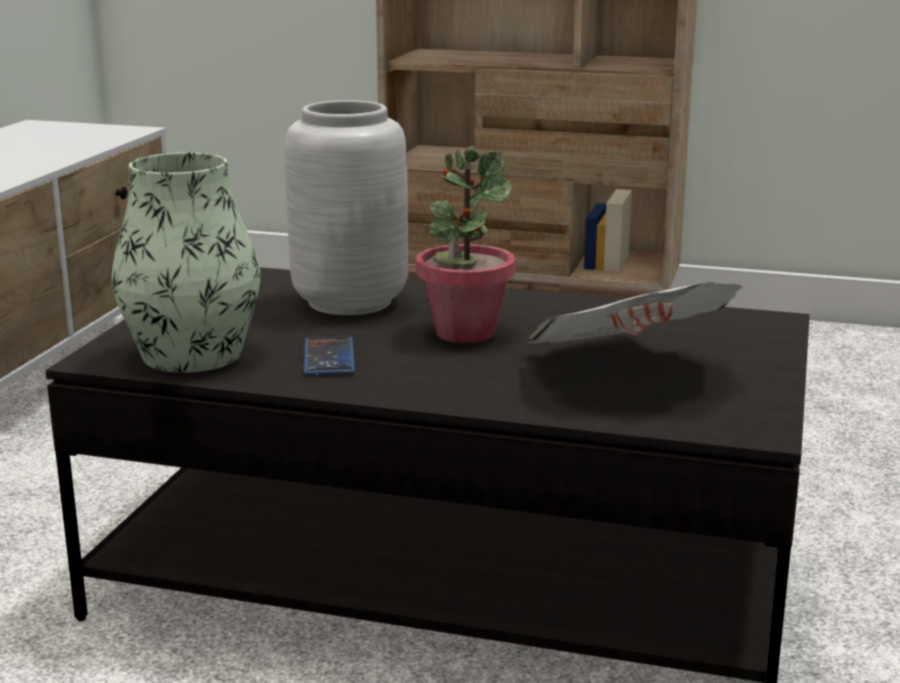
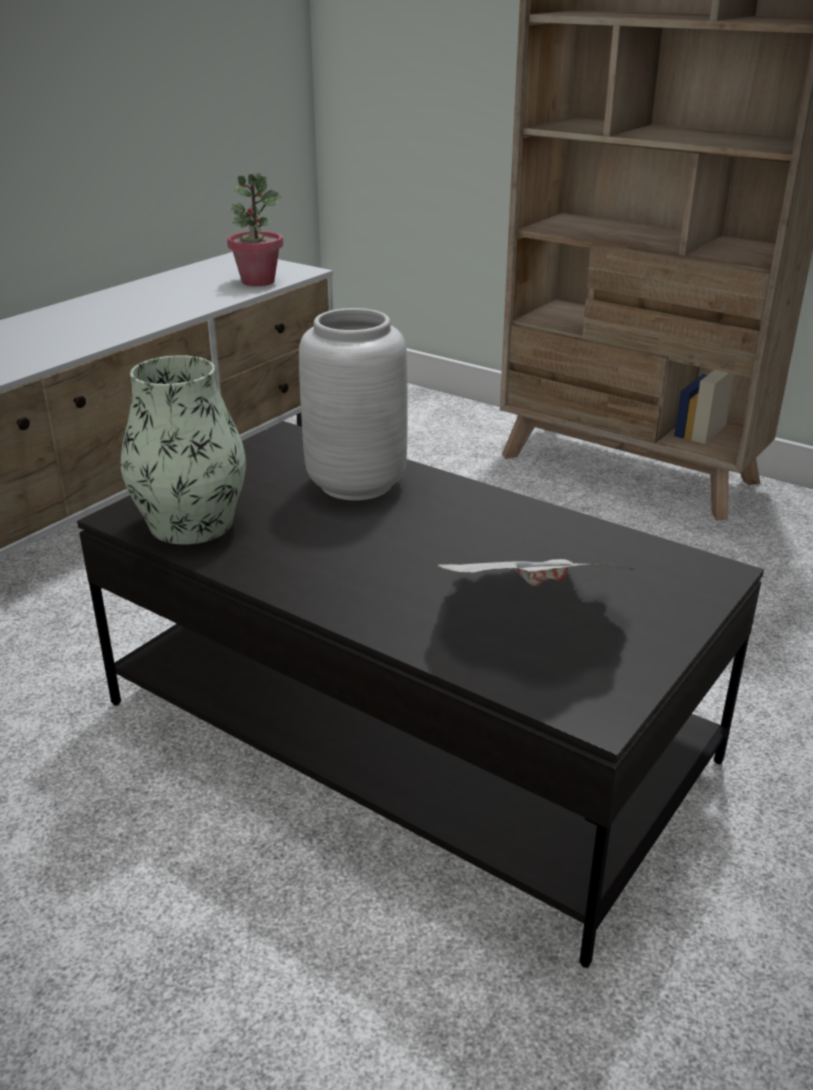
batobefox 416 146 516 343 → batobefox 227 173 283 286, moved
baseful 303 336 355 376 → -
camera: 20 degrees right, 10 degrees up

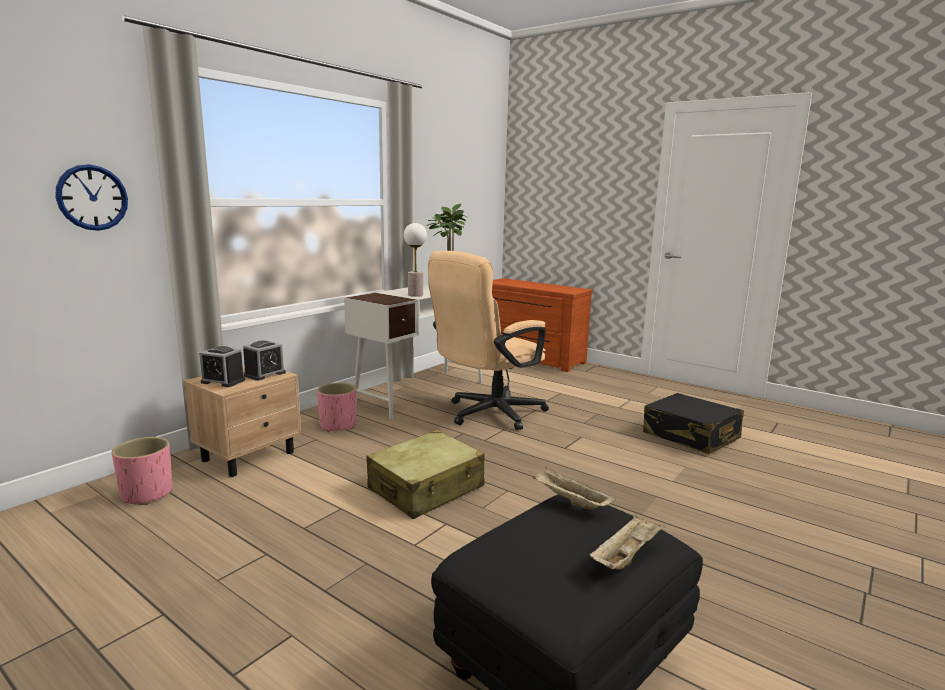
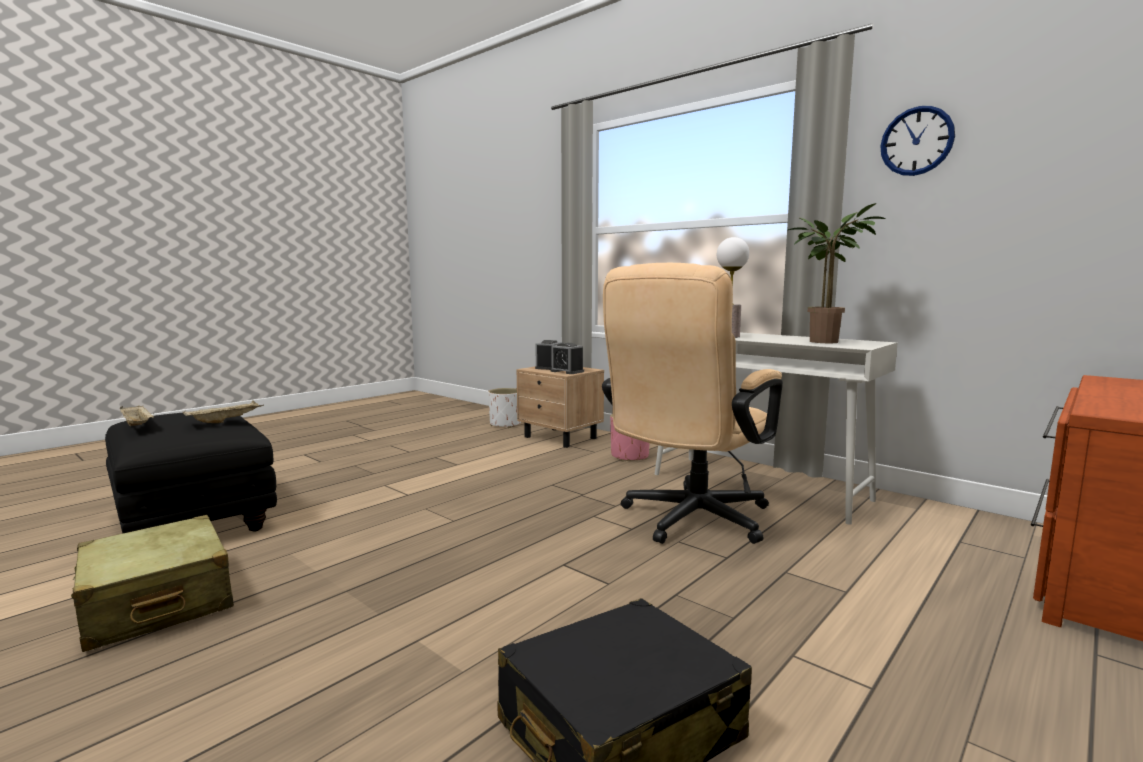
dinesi 56 164 128 231 → dinesi 880 106 955 176, moved
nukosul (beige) 428 251 549 430 → nukosul (beige) 602 263 783 544, 105 degrees counterclockwise
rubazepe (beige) 367 430 485 519 → rubazepe (beige) 71 515 234 652, moved
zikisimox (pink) 112 437 173 505 → zikisimox (white) 488 388 521 428
camera: 95 degrees right, 5 degrees down

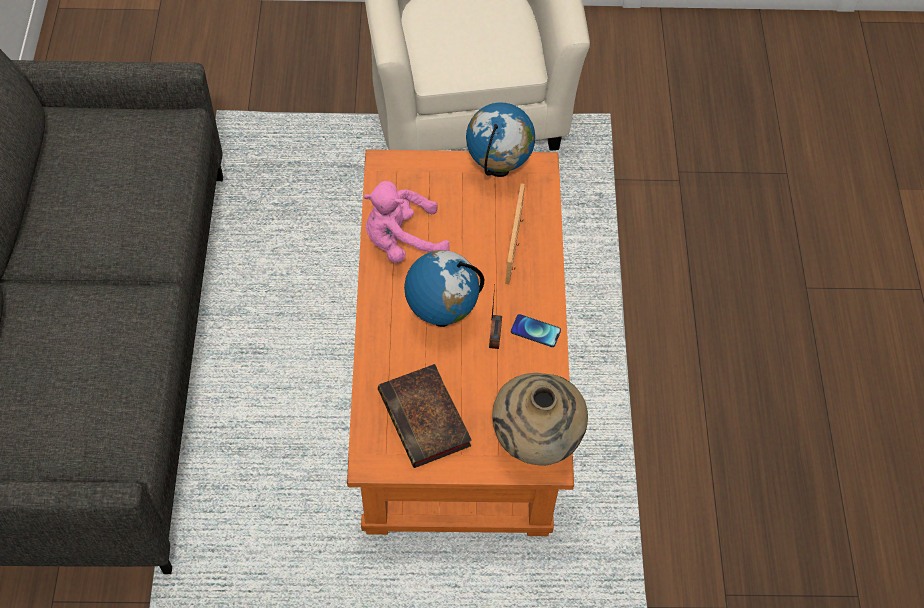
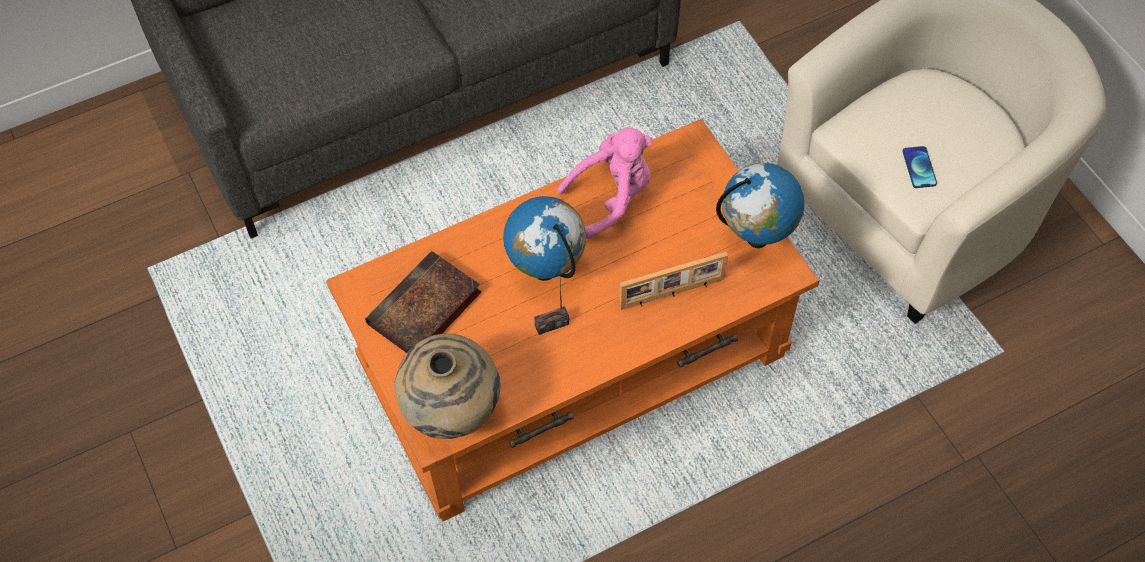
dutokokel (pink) 364 181 450 263 → dutokokel (pink) 557 128 653 239, 105 degrees clockwise
baseful 511 314 561 347 → baseful 902 146 937 188, moved
camera: 65 degrees right, 0 degrees up

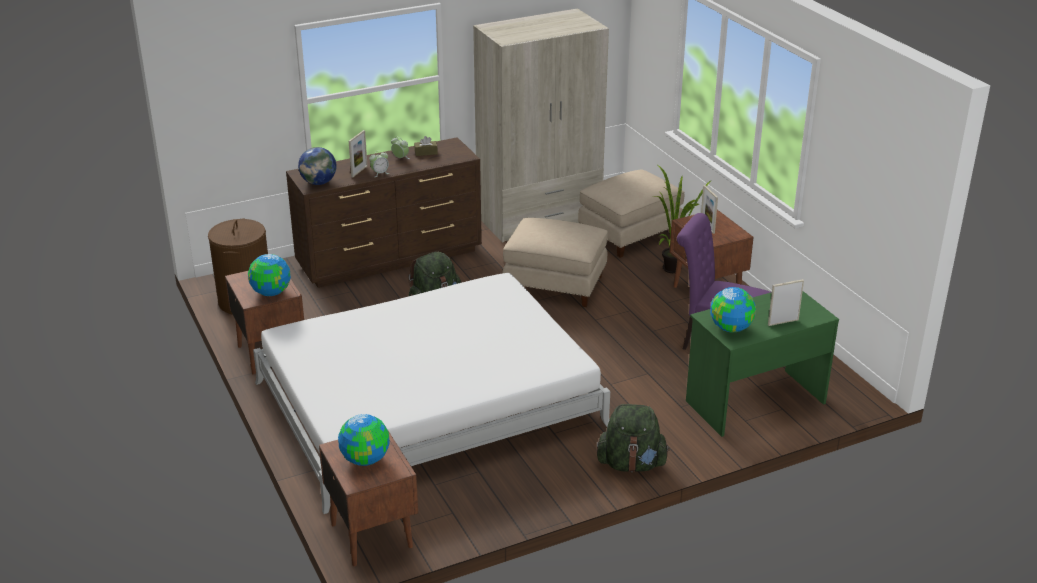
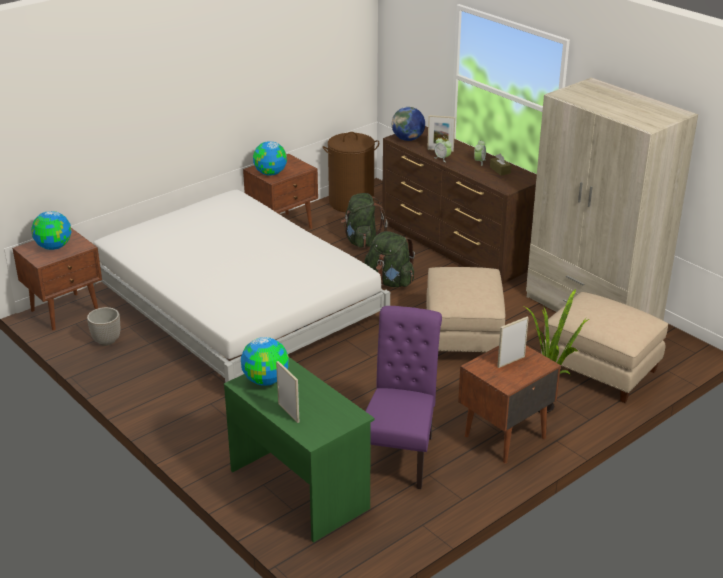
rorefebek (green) 597 404 670 472 → rorefebek (green) 341 193 388 248, moved
- → zikisimox 87 307 120 346
camera: 75 degrees right, 0 degrees up

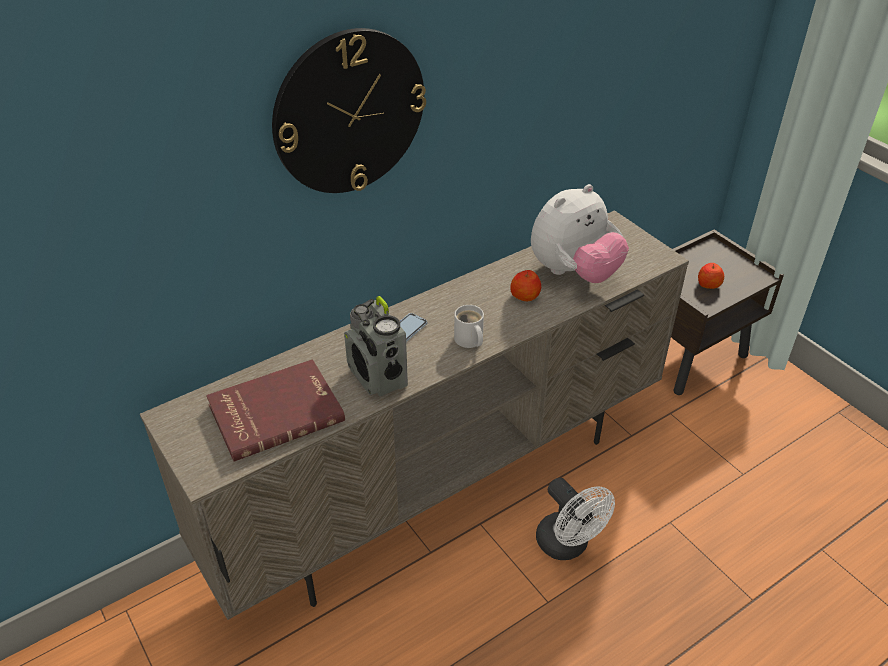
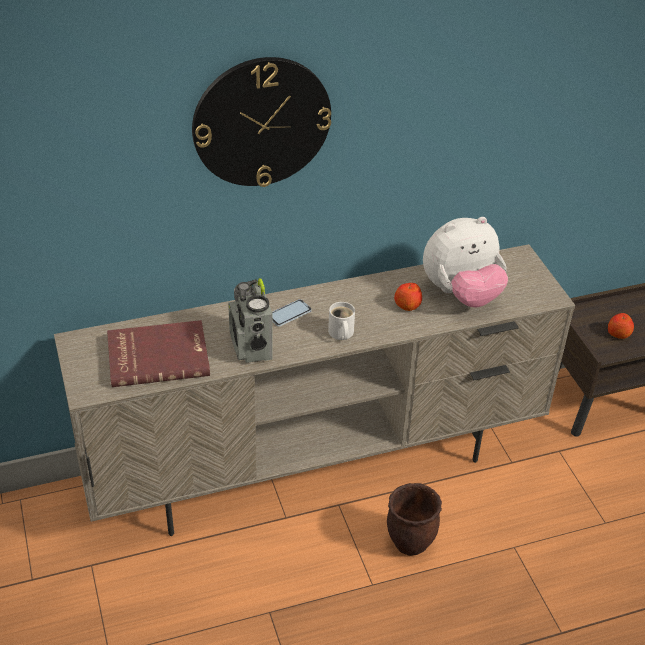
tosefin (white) 536 478 615 560 → zikisimox (brown) 387 483 442 556
camera: 15 degrees right, 0 degrees up

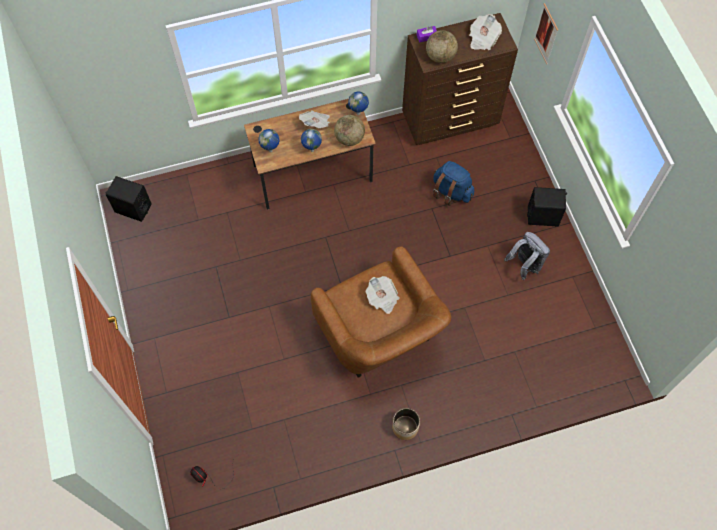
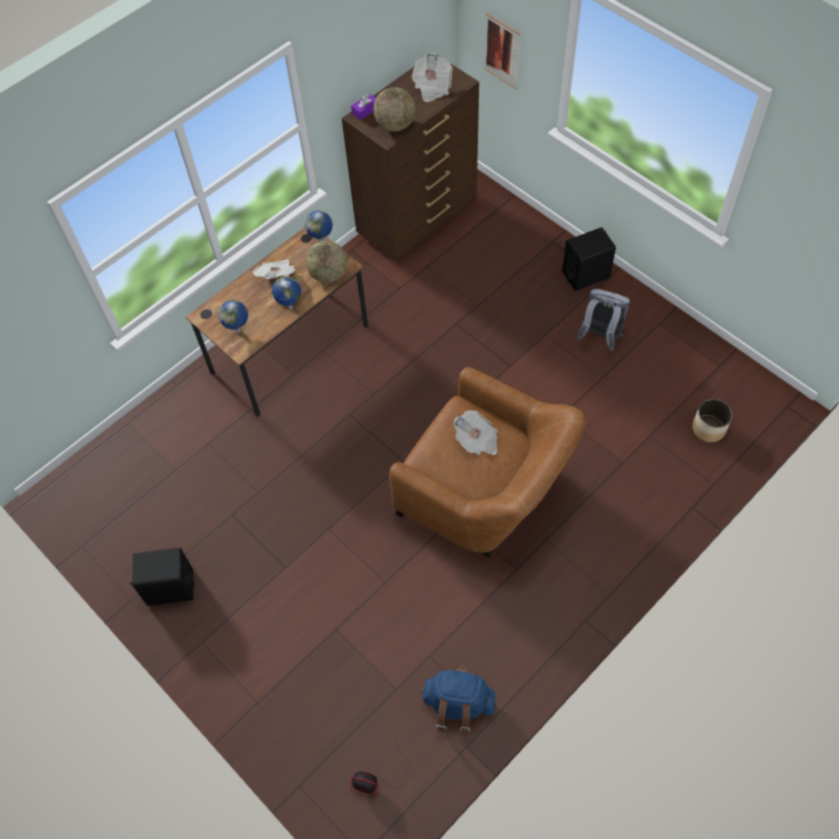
rorefebek (blue) 433 161 474 206 → rorefebek (blue) 420 665 496 736, moved
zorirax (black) 105 176 152 222 → zorirax (black) 130 547 194 606, moved
zikisimox 392 408 420 440 → zikisimox 692 399 733 442, moved
camera: 25 degrees left, 5 degrees down

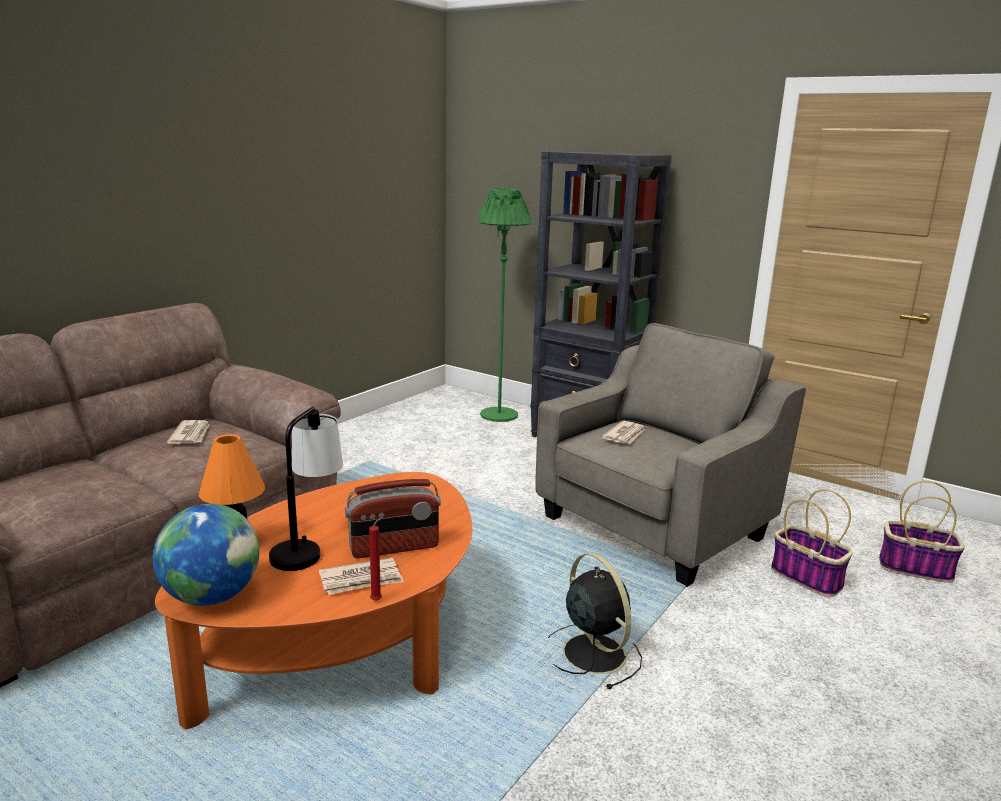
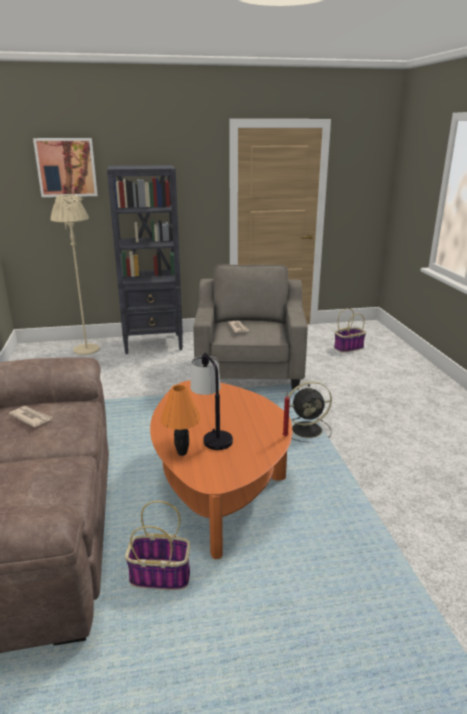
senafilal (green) 478 188 531 422 → senafilal (beige) 50 194 100 355
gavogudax 345 479 441 558 → -
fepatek 771 489 853 597 → fepatek 125 501 190 590, moved
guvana 153 504 260 606 → -
tosefin (black) 548 553 642 689 → tosefin (black) 288 381 332 442, 150 degrees clockwise
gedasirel 319 558 404 595 → -
- → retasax 33 138 98 197
camera: 45 degrees left, 5 degrees up

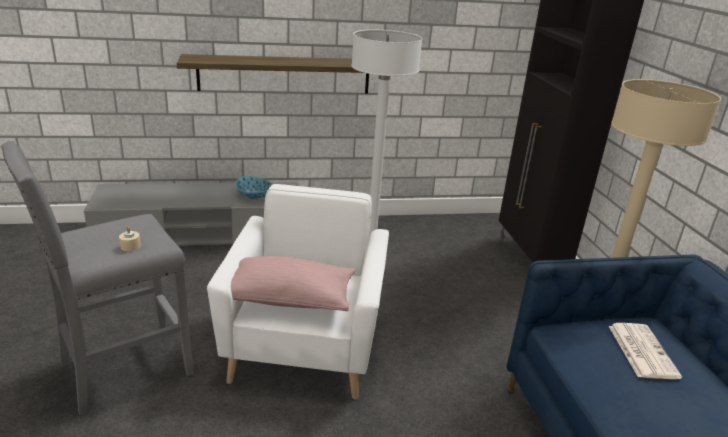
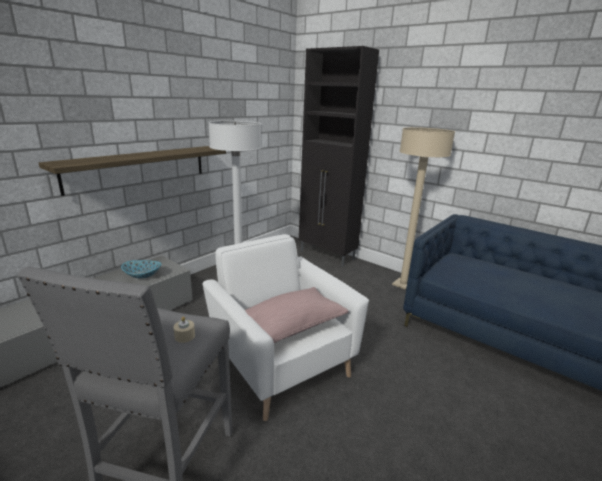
gedasirel 609 323 682 379 → -
camera: 40 degrees left, 5 degrees down

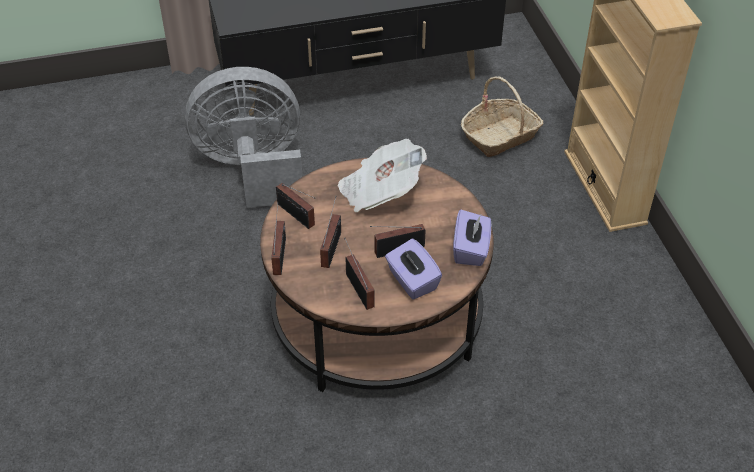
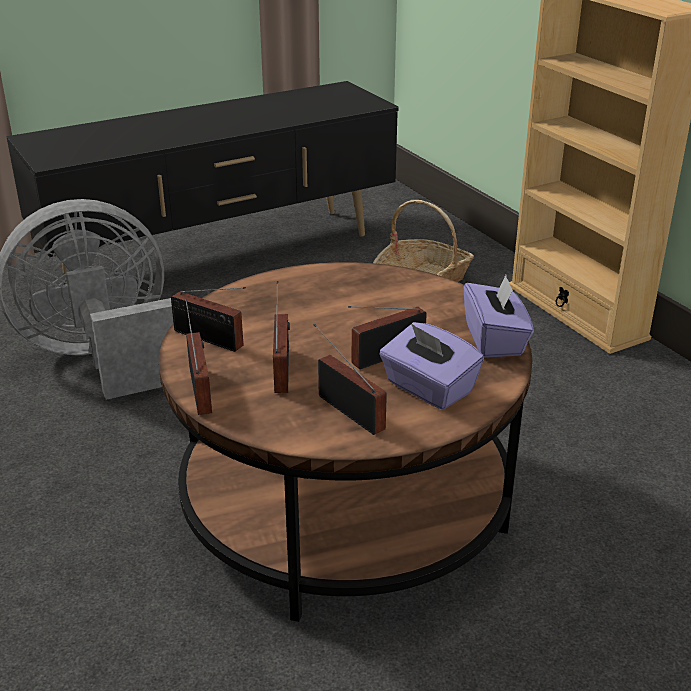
gedasirel 338 139 427 212 → -
camera: 15 degrees left, 15 degrees down

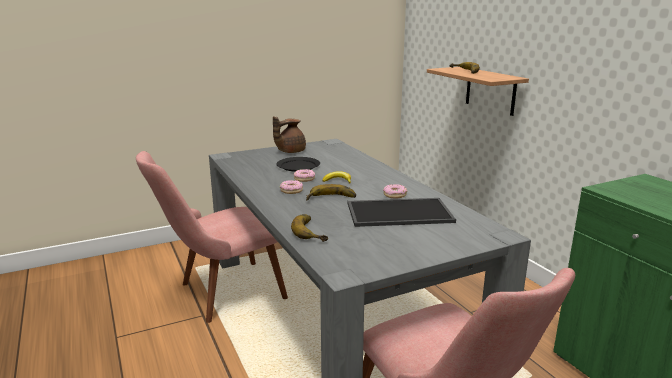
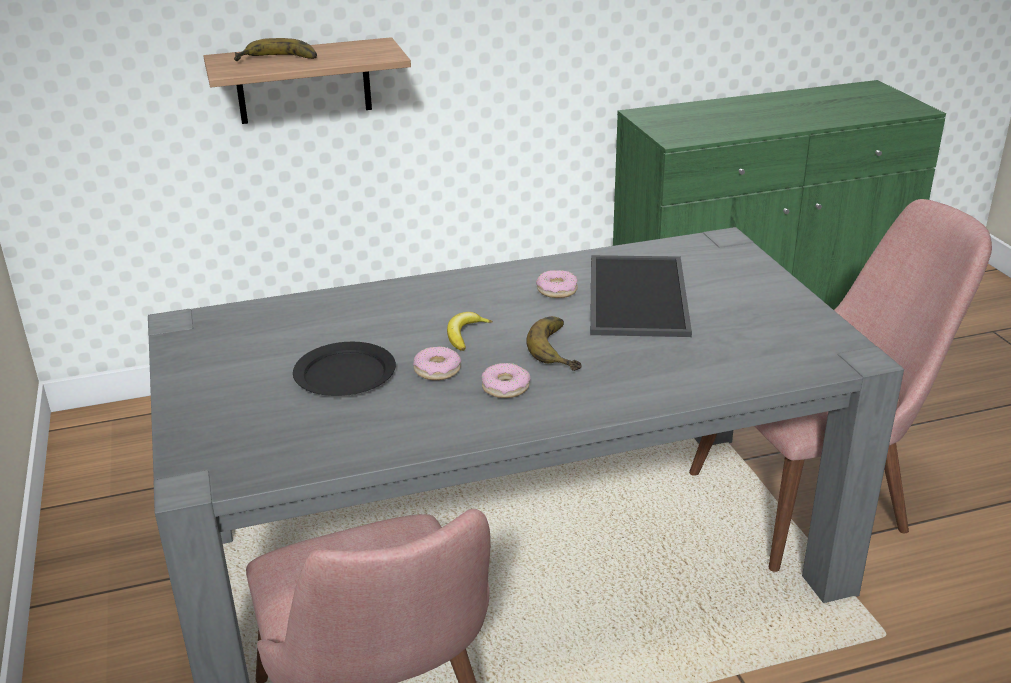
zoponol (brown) 273 116 306 153 → -
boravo 291 214 328 242 → -
camera: 80 degrees left, 10 degrees up

